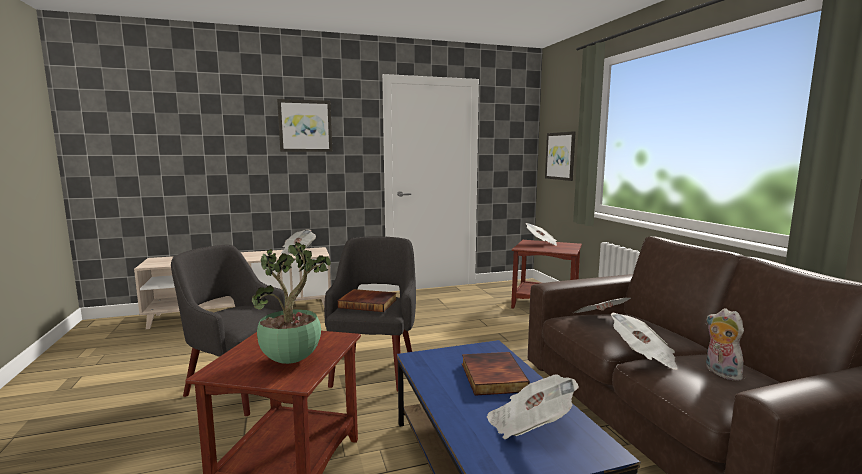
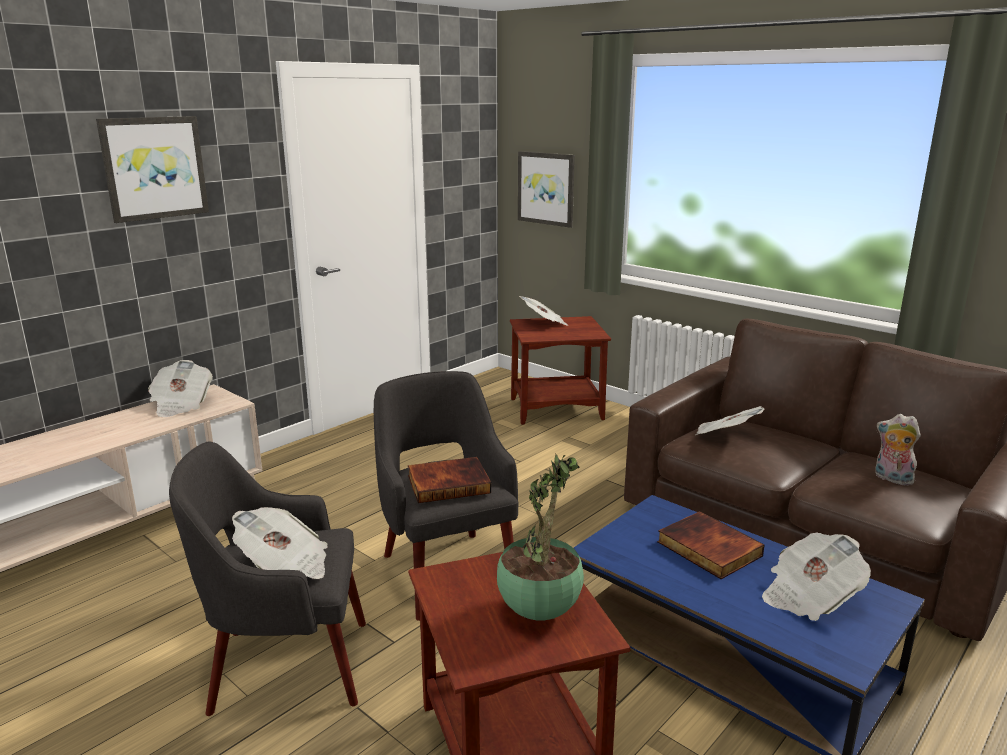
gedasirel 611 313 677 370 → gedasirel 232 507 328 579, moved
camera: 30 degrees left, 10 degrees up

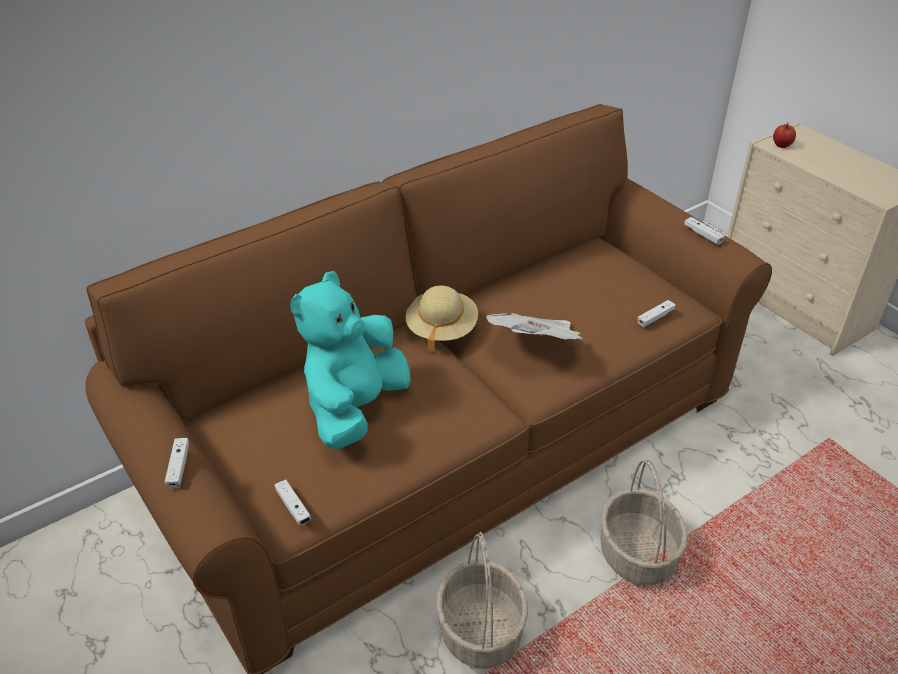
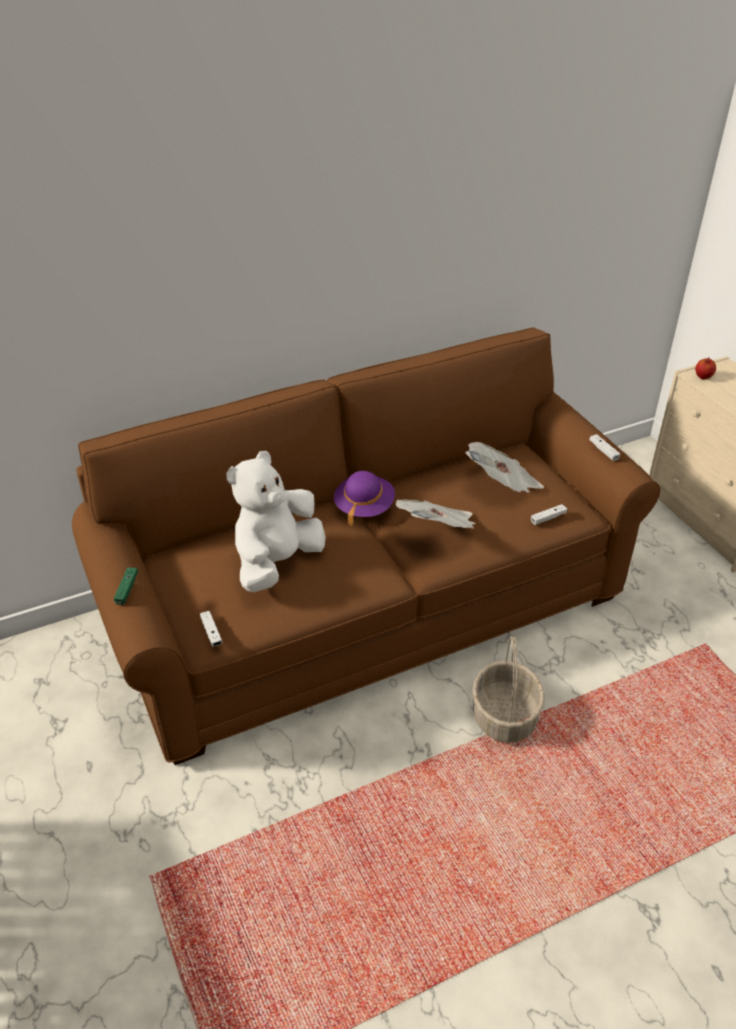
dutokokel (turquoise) 290 271 411 449 → dutokokel (white) 226 451 326 592
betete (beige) 406 285 478 353 → betete (purple) 334 471 395 526
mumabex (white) 165 438 189 489 → mumabex (green) 114 567 138 605
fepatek 437 532 528 669 → -
- → gedasirel 465 442 544 493
camera: 10 degrees right, 0 degrees up

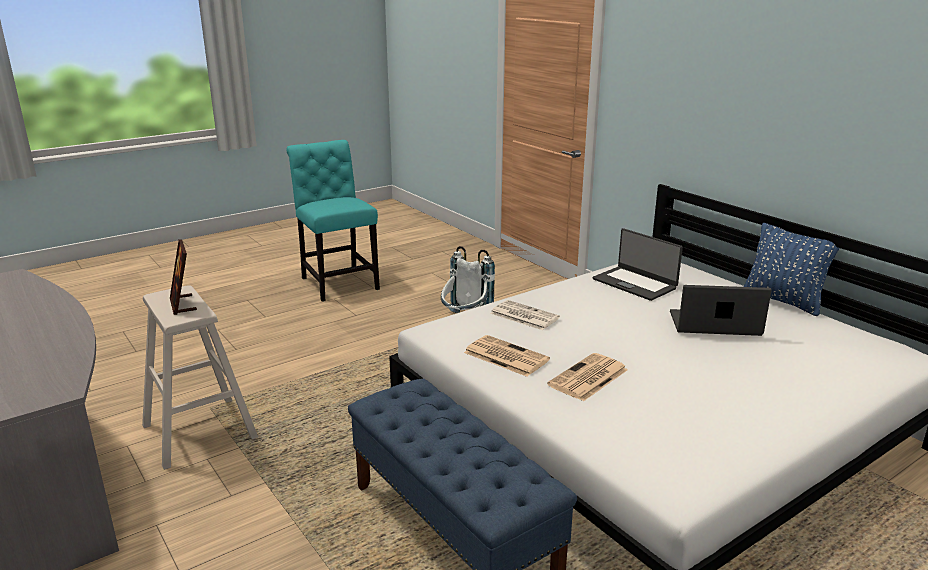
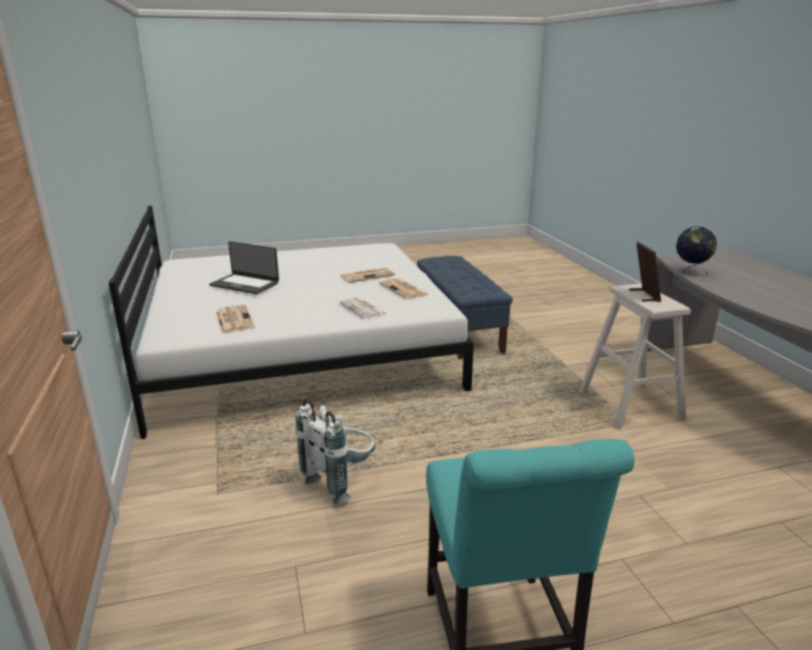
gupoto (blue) 744 223 839 316 → -
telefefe 593 228 683 301 → gedasirel 216 305 255 333
- → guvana 676 227 717 276
camera: 160 degrees left, 0 degrees up

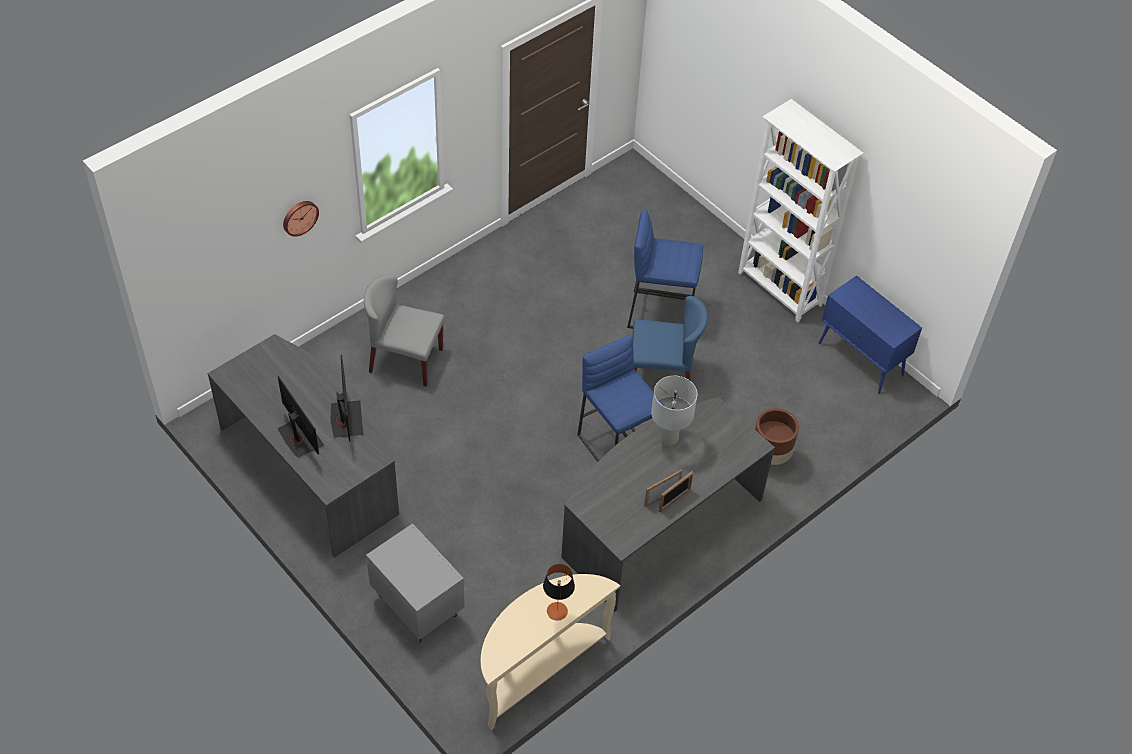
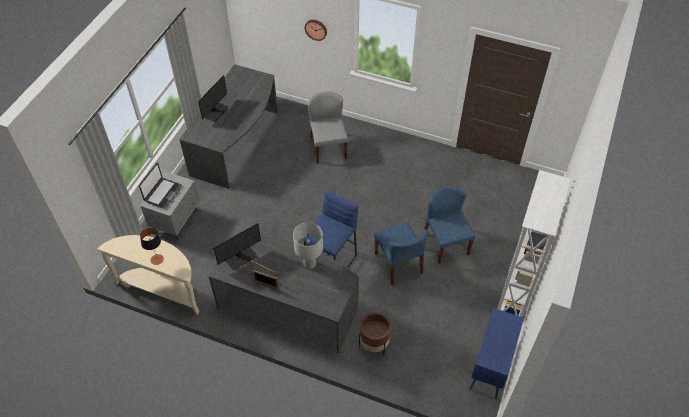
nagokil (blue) 627 209 703 329 → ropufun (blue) 424 185 476 264
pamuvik 330 355 363 441 → pamuvik 214 223 261 270, moved
- → telefefe 139 163 182 209
camera: 65 degrees right, 0 degrees up

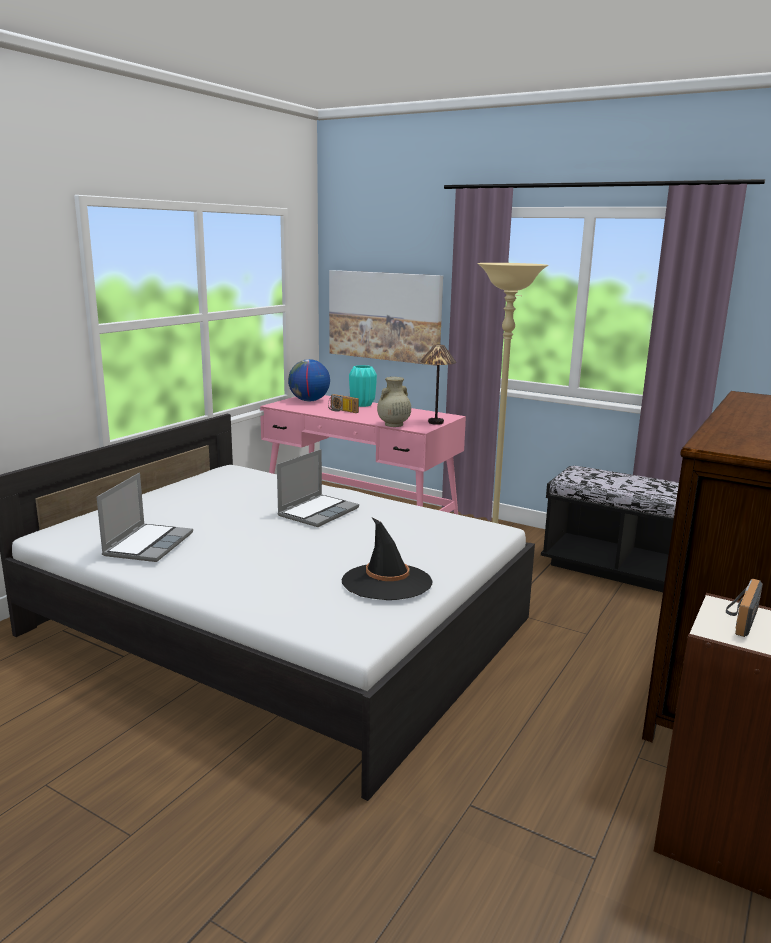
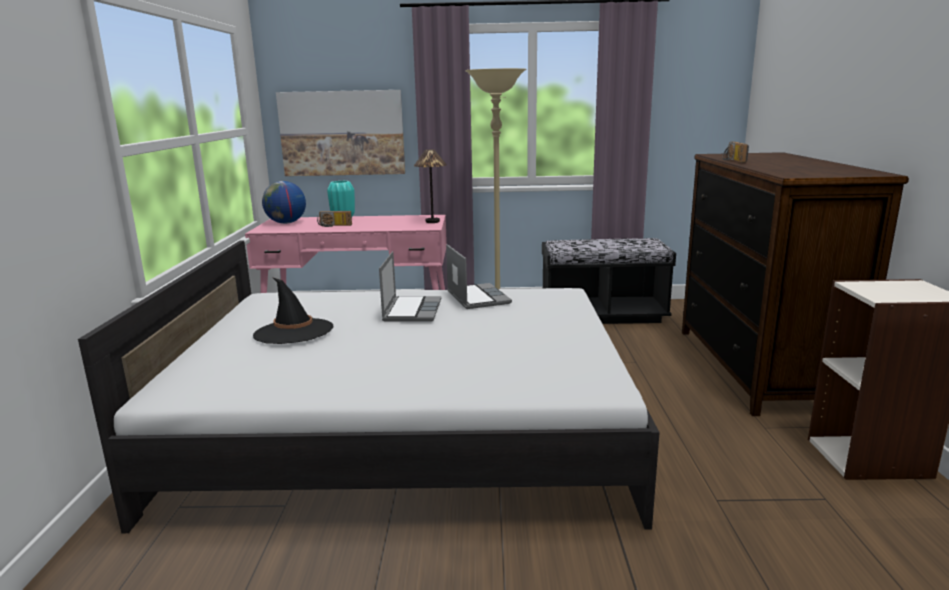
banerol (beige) 377 377 411 427 → -
telefefe 96 473 193 562 → telefefe 446 244 512 309, moved
betete (black) 342 517 432 600 → betete (black) 253 277 333 344, moved
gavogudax 726 579 763 637 → gavogudax 723 142 749 163, moved
camera: 30 degrees left, 0 degrees up

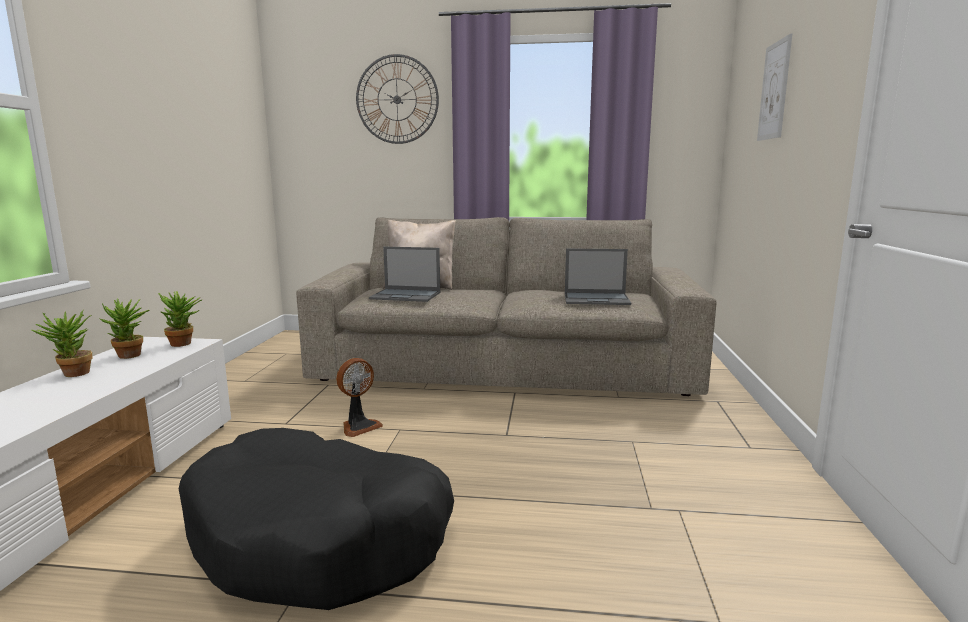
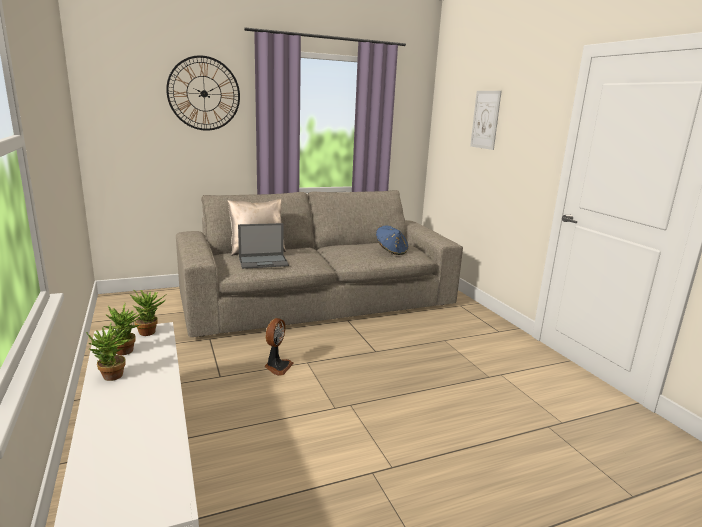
telefefe 565 248 631 305 → betete (blue) 376 226 408 255
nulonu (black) 179 428 454 610 → -
camera: 30 degrees left, 5 degrees up

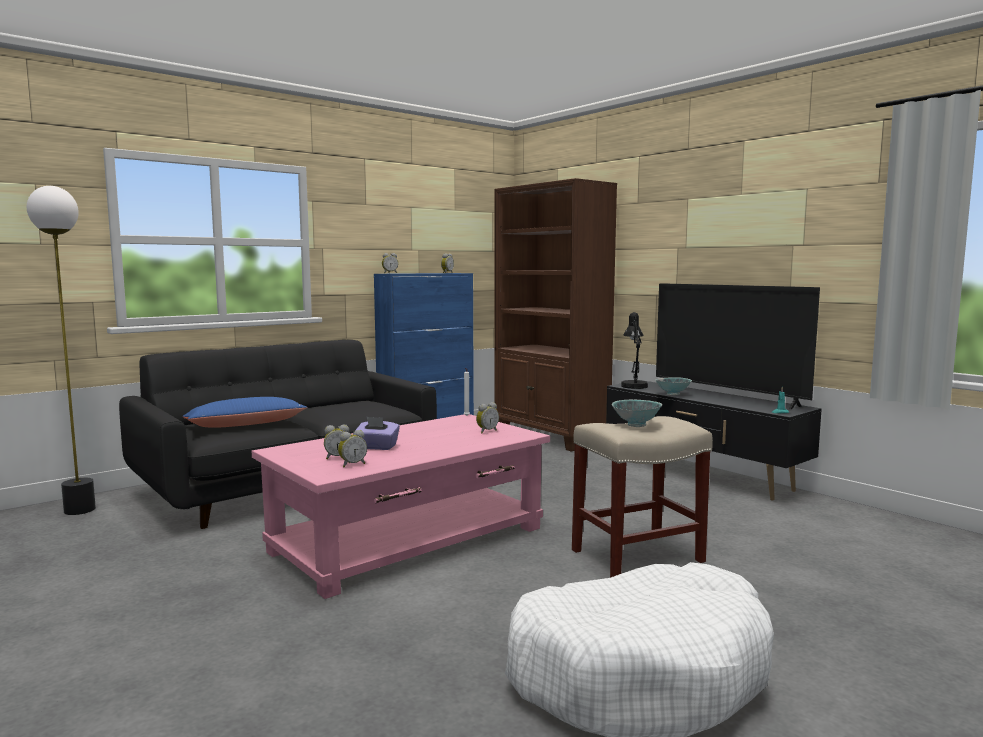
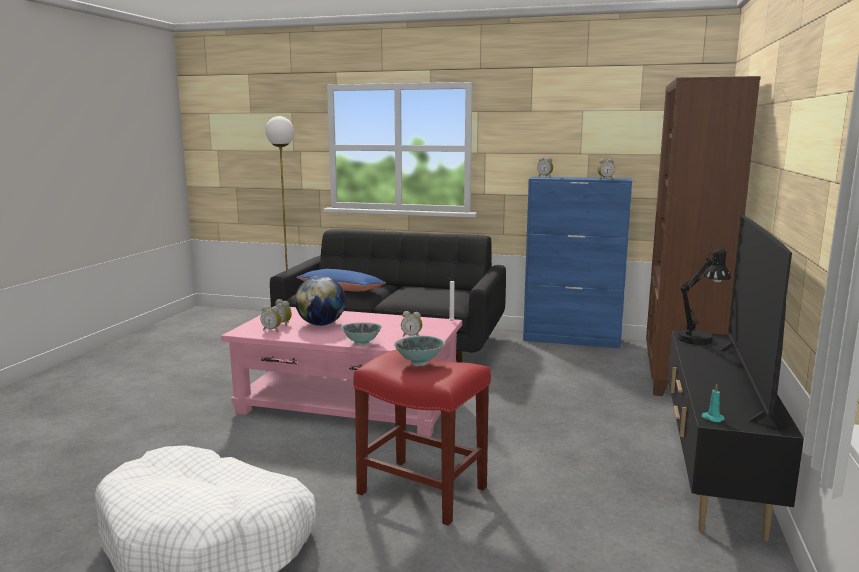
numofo 655 377 692 395 → numofo 341 322 382 346, moved
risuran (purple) 354 416 400 450 → guvana 295 276 346 326
nagokil (beige) 572 416 713 578 → nagokil (red) 353 349 491 526
camera: 55 degrees right, 5 degrees up

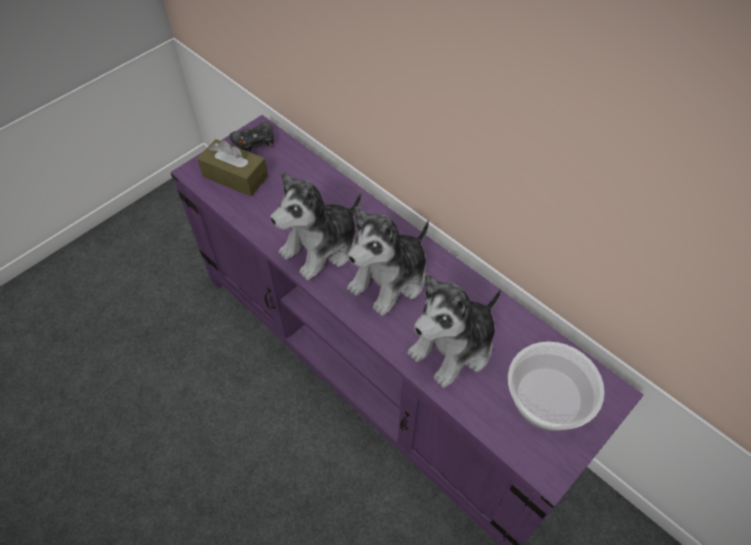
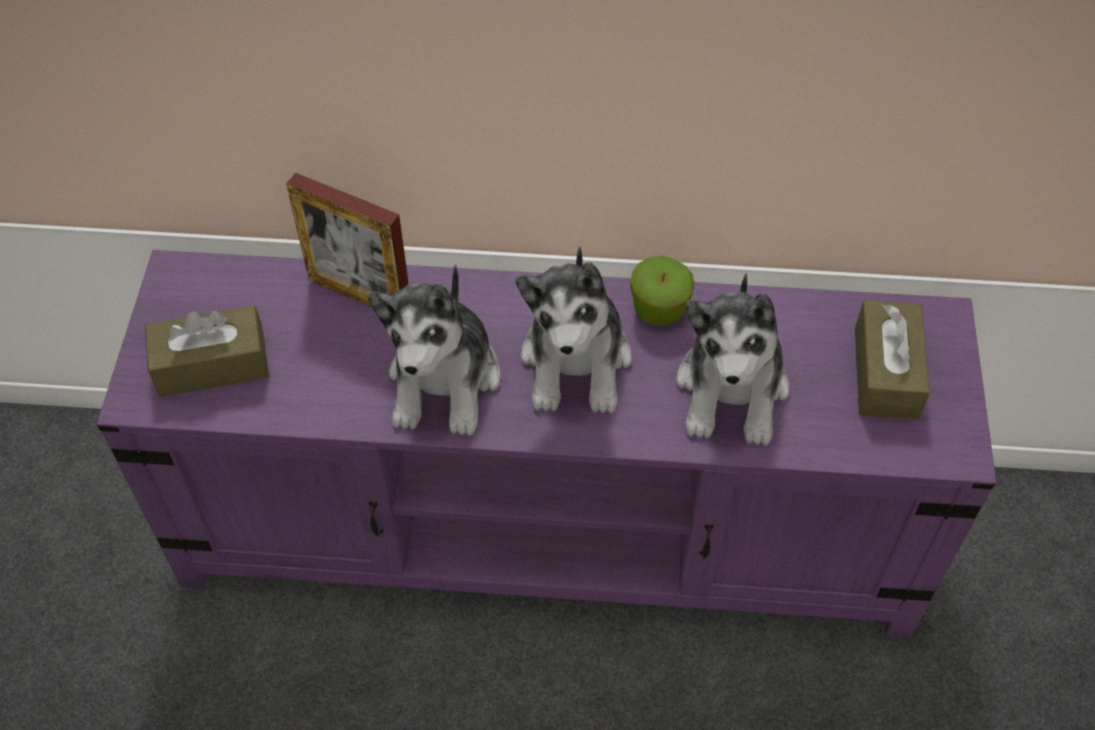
mumabex (black) 229 122 274 152 → -
numofo 508 342 605 431 → risuran (brown) 855 300 930 420
- → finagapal 286 173 409 307
- → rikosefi 630 256 695 326
camera: 40 degrees left, 0 degrees up

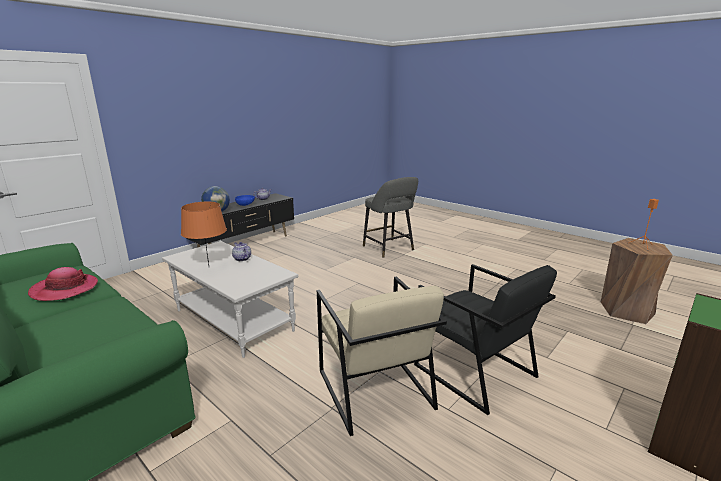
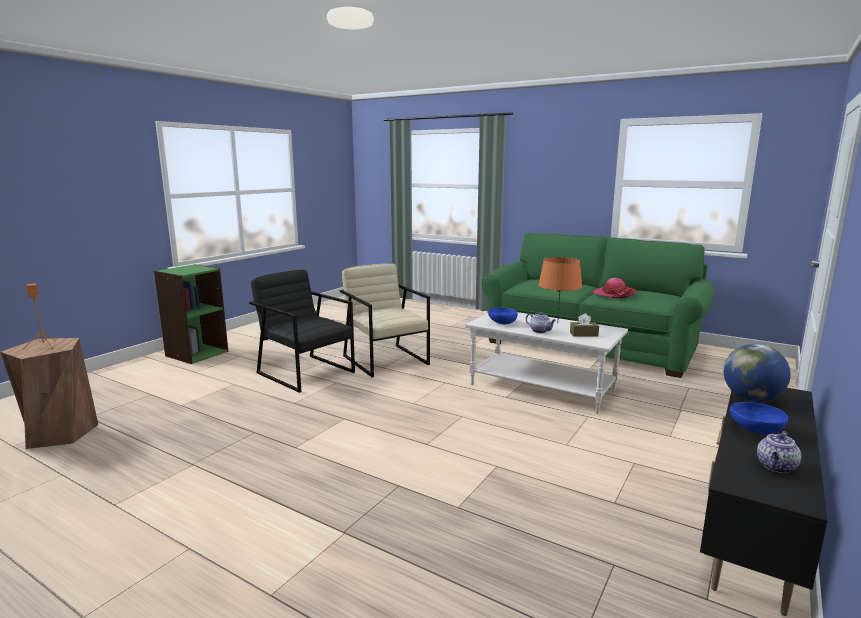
nagokil (grey) 363 177 418 258 → -
- → numofo (blue) 488 307 518 324
- → risuran (brown) 570 314 599 337
camera: 170 degrees right, 5 degrees down

